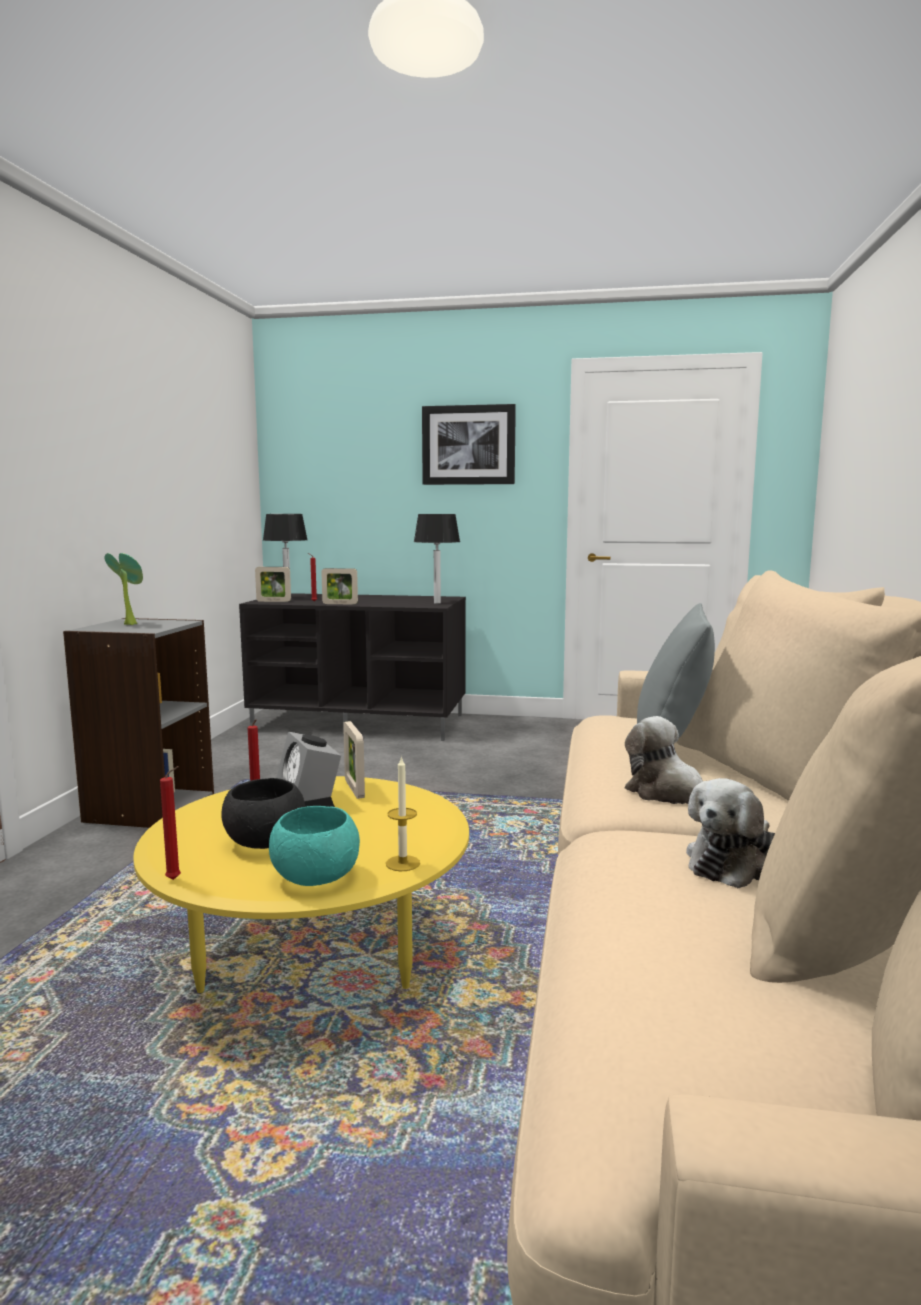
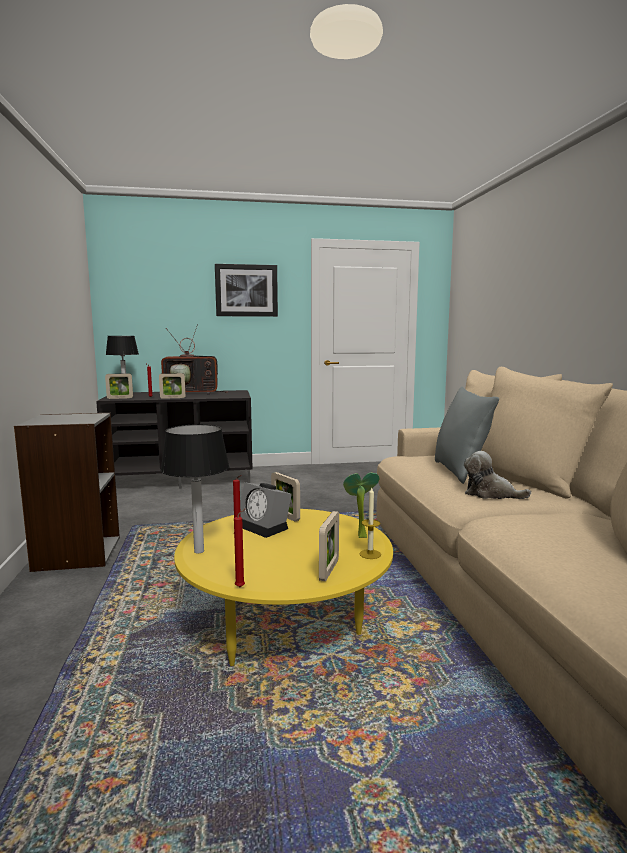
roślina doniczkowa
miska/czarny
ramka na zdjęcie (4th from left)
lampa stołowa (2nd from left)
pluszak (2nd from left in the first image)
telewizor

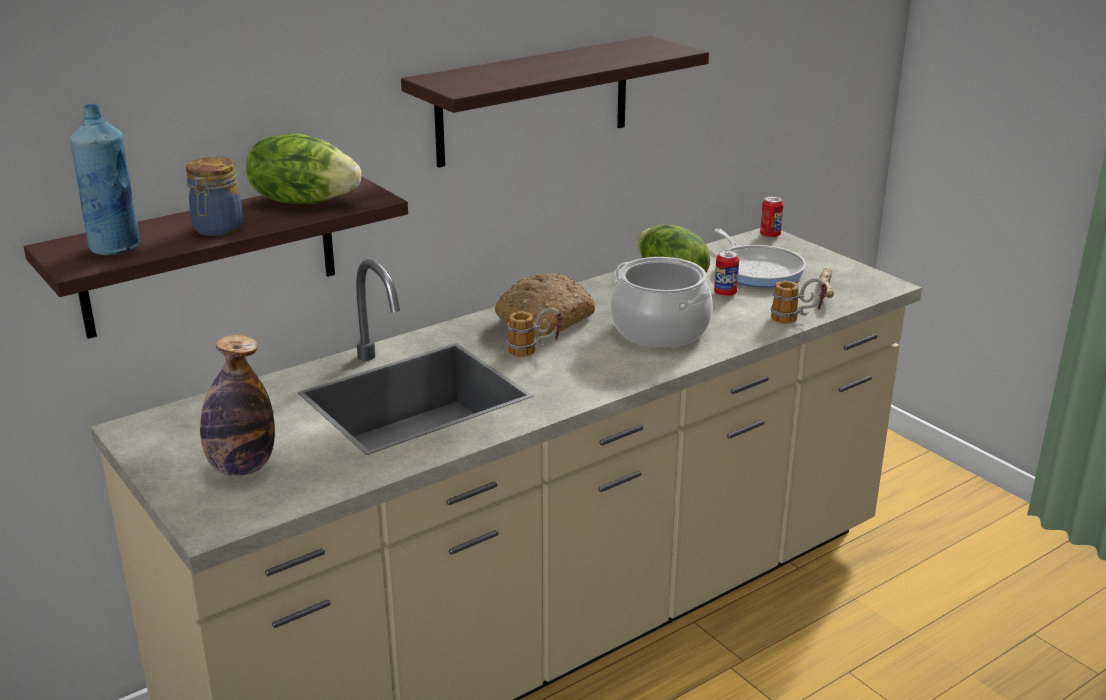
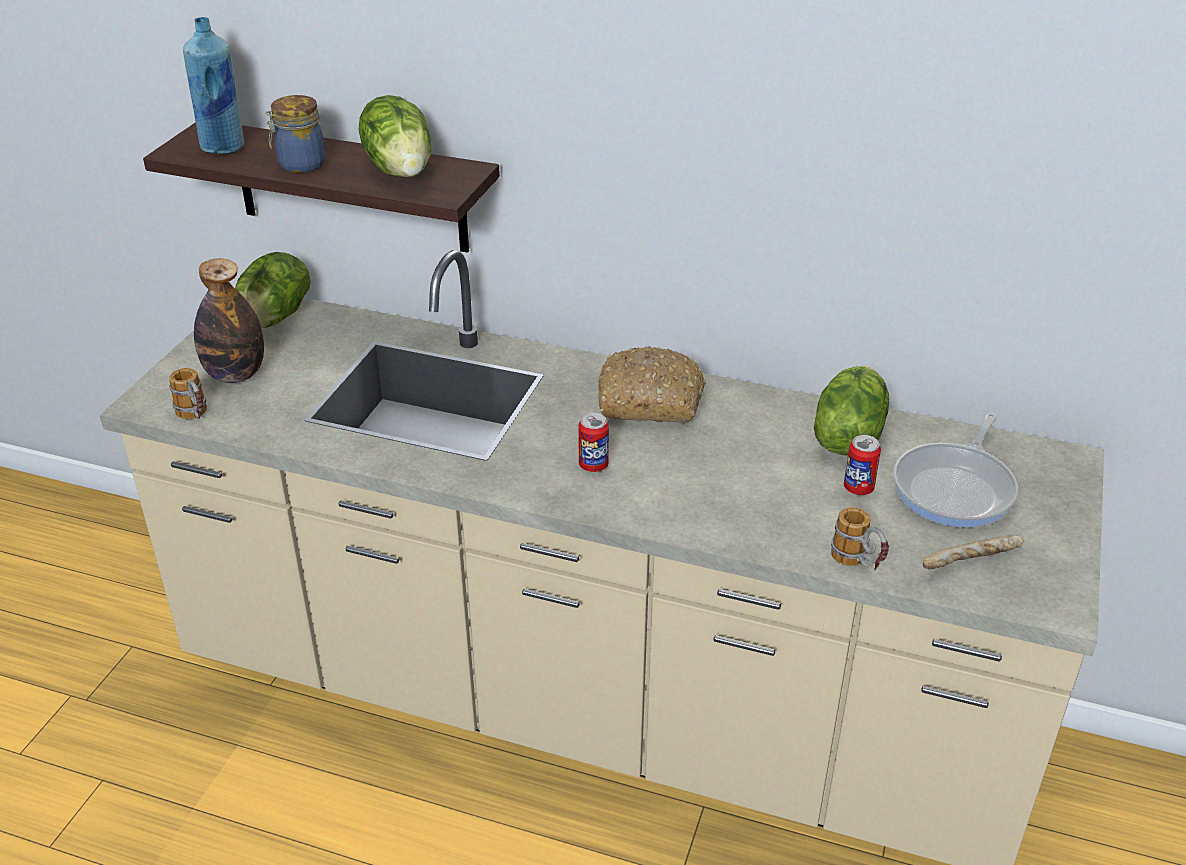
półka (2nd from left in the first image)
kubek (1st from left)
garnek
puszka (1st from left)
sałata (1st from left)

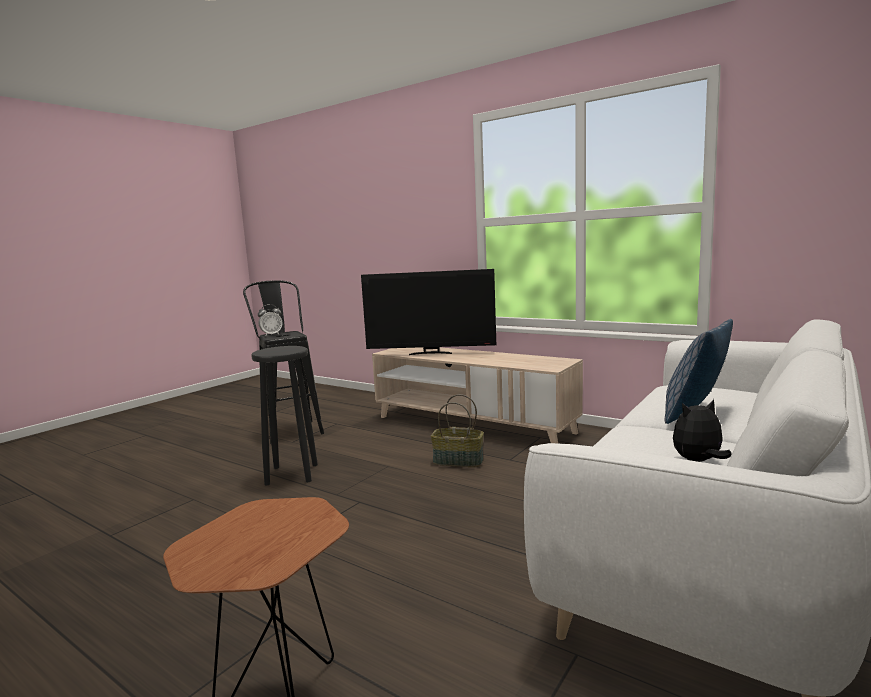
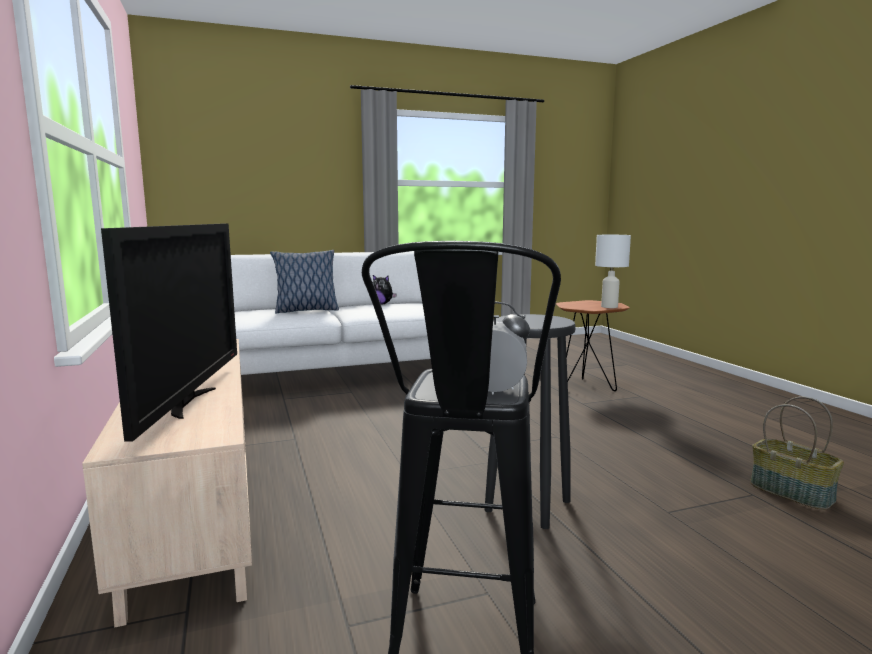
telewizor
koszyk
lampa stołowa/biały

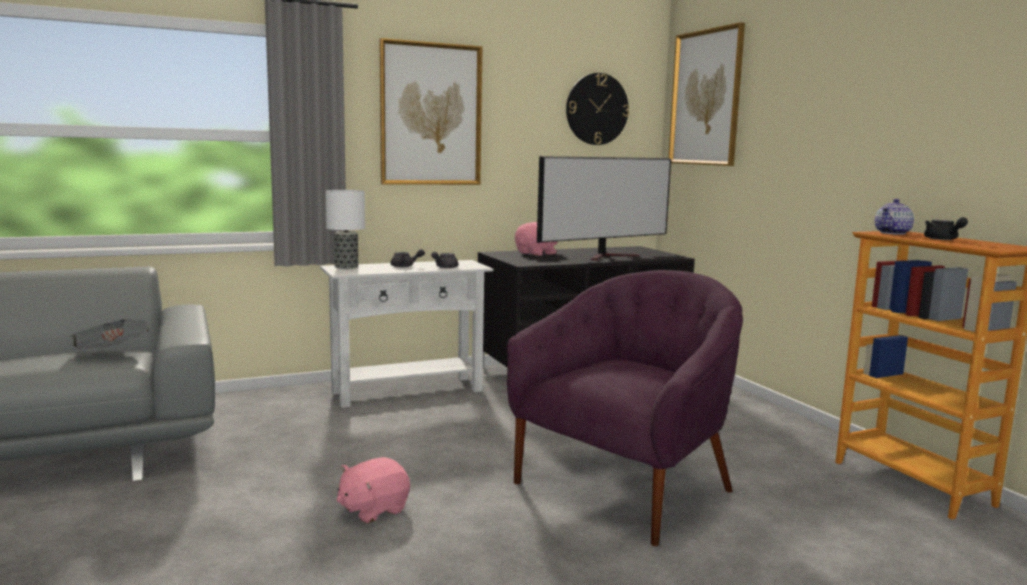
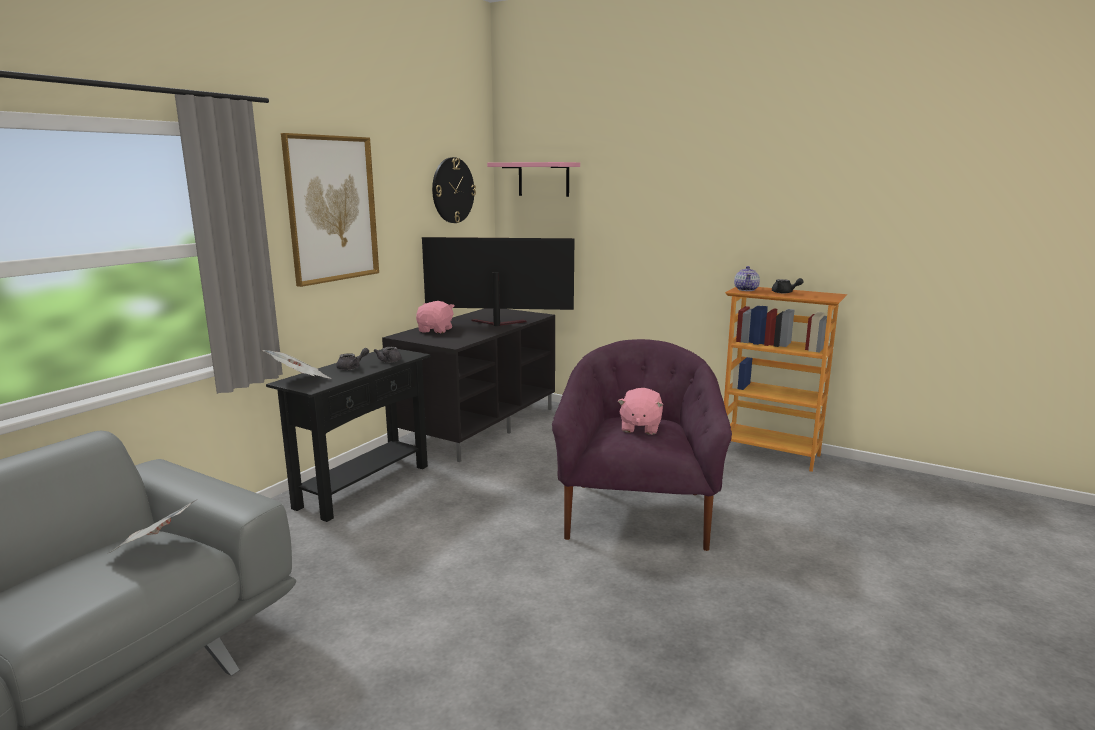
stolik konsolowy/czarny
gazeta (2nd from left)
pluszak/różowy (2nd from left)
telewizor
półka/różowy

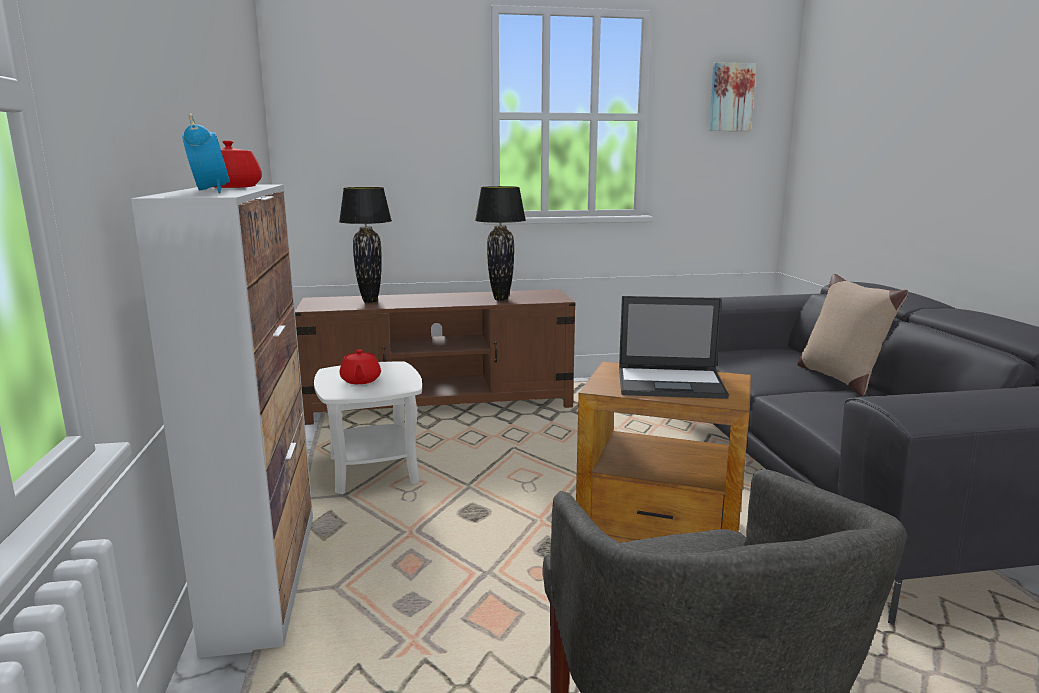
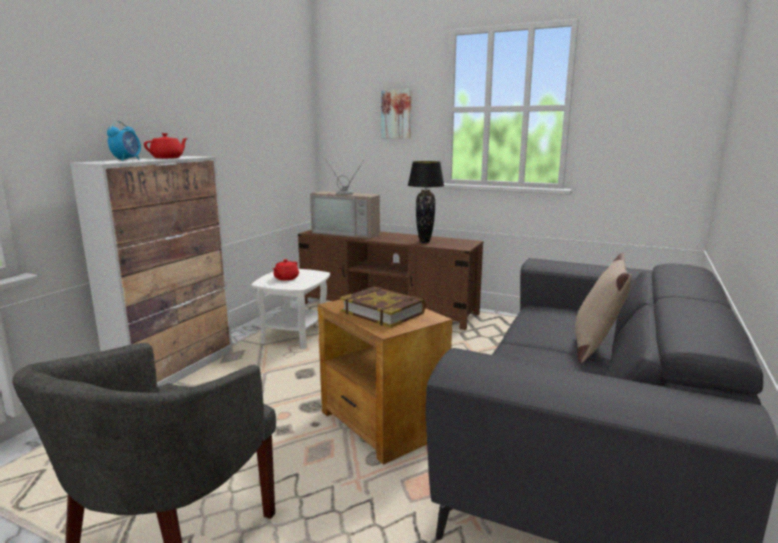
telewizor
książka
obraz

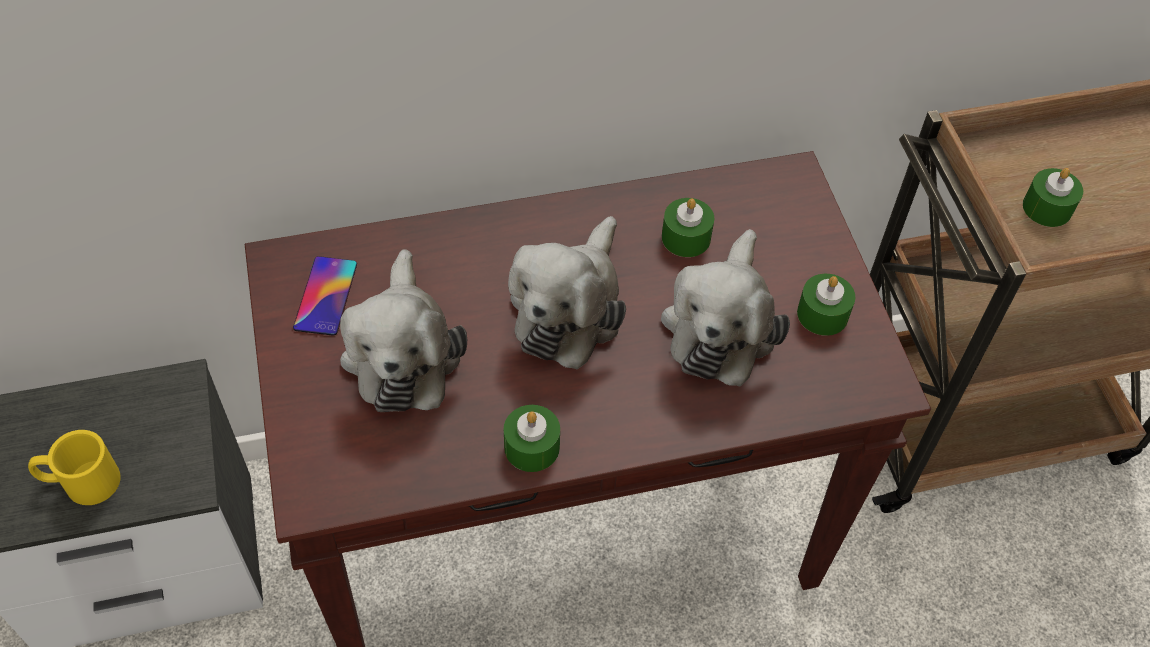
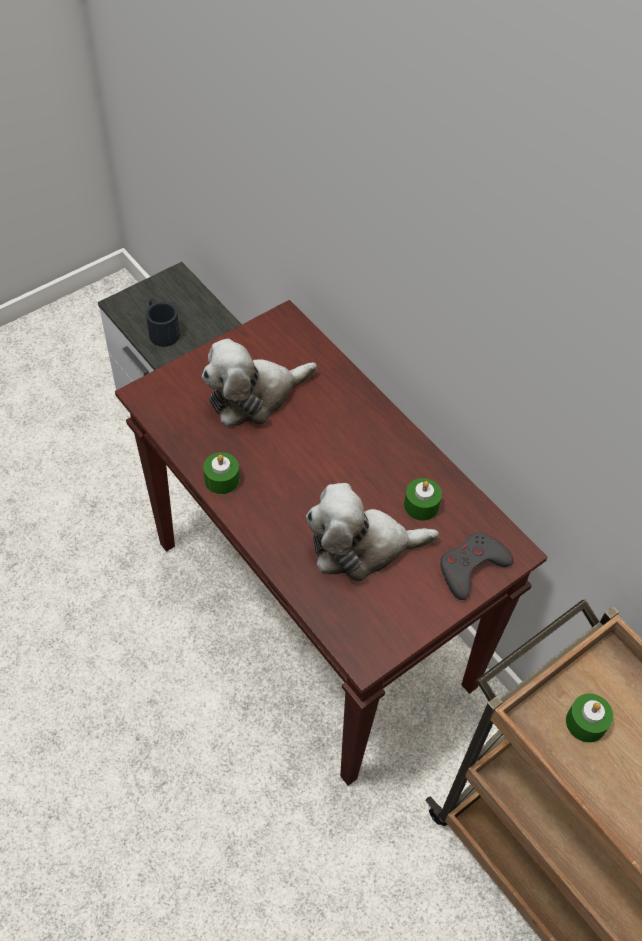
kubek/czarny
telefon
pluszak (2nd from left in the first image)
świeca/zielony (3rd from left in the first image)
pad do gier/szary

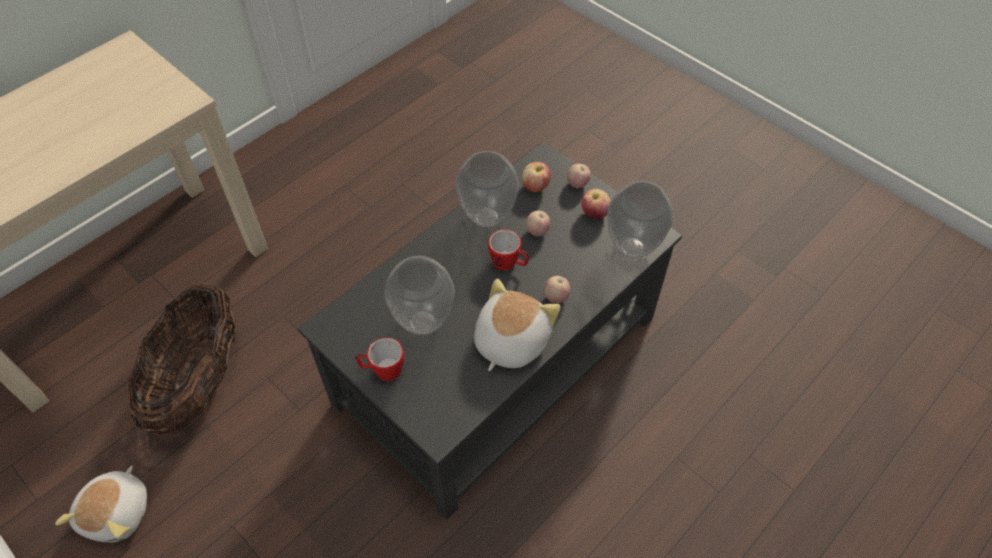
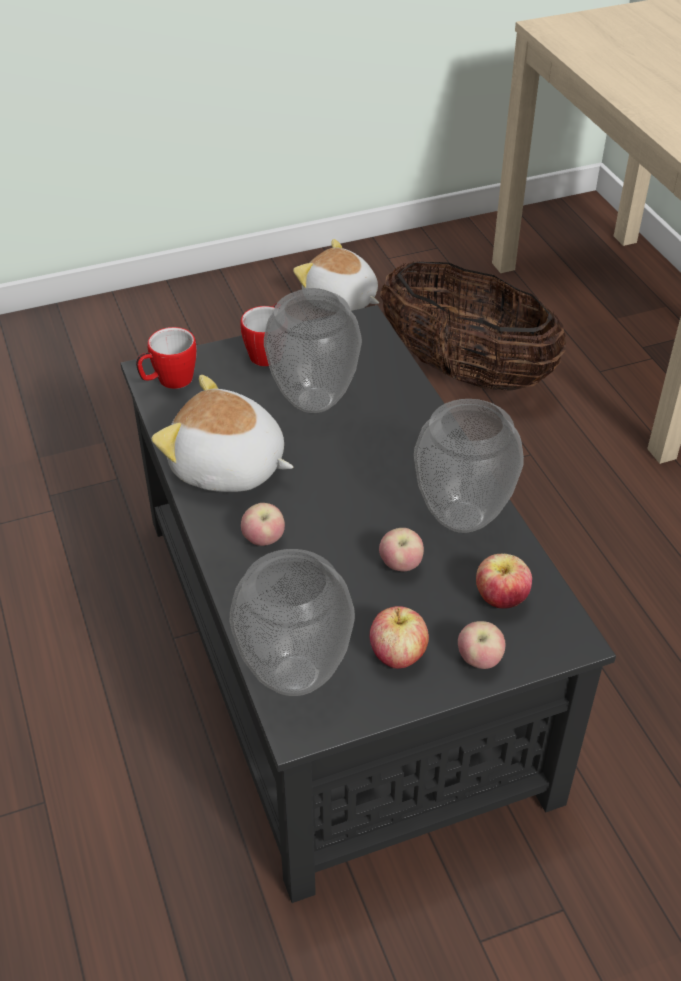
pluszak (1st from left)
kubek (1st from left)

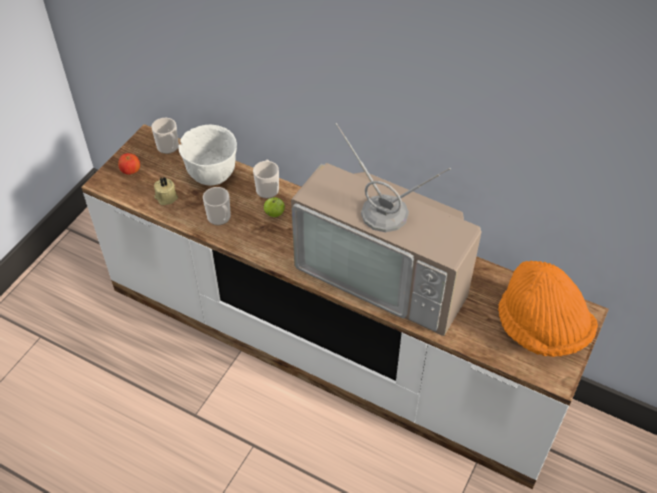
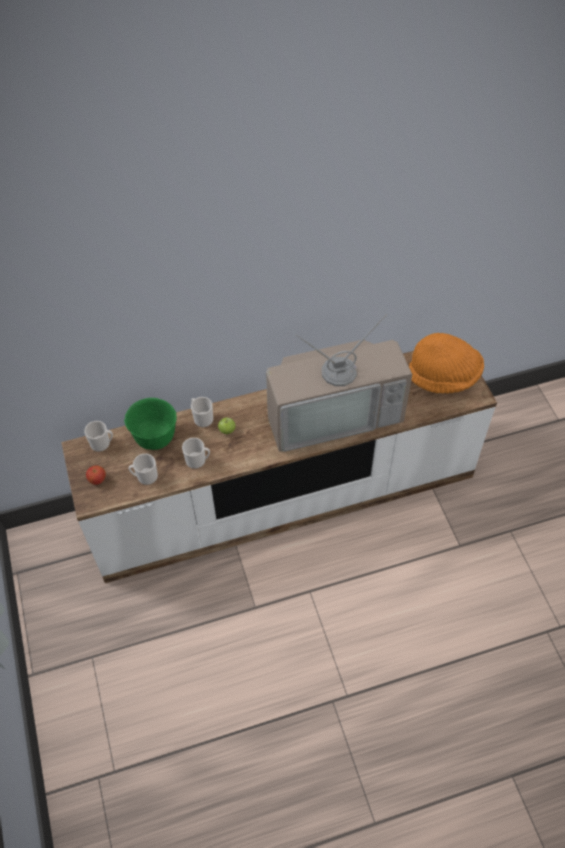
kubek (2nd from left)
miska/zielony

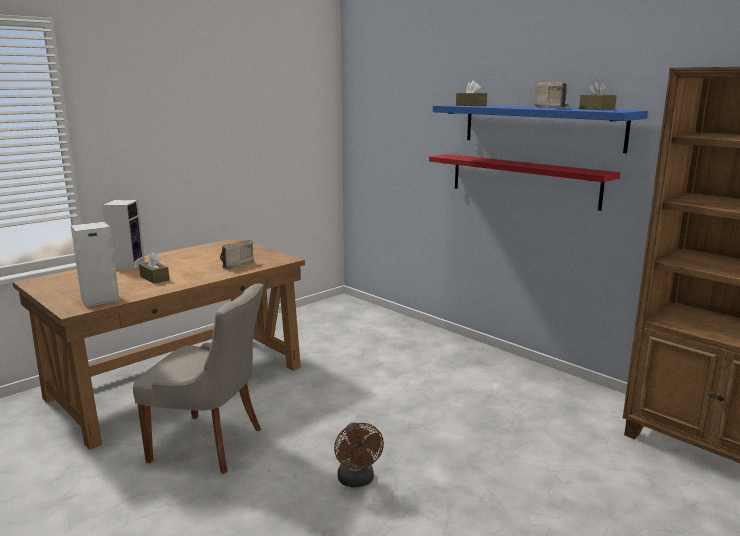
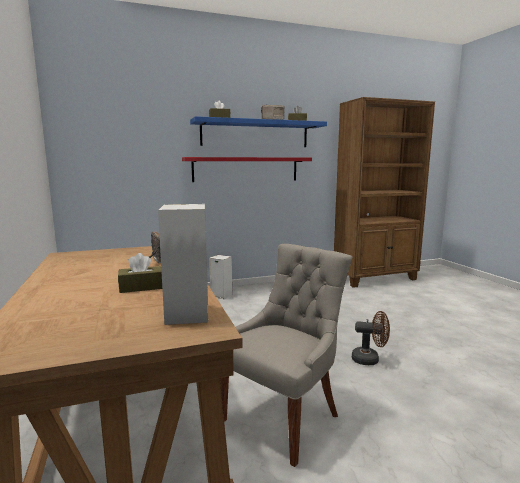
głośnik (2nd from left)

